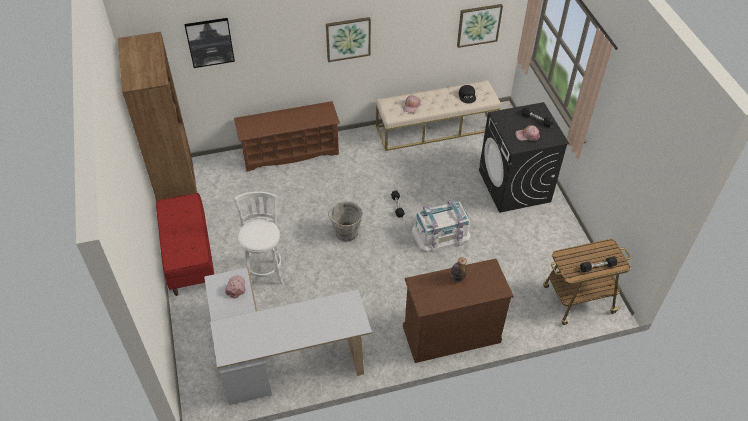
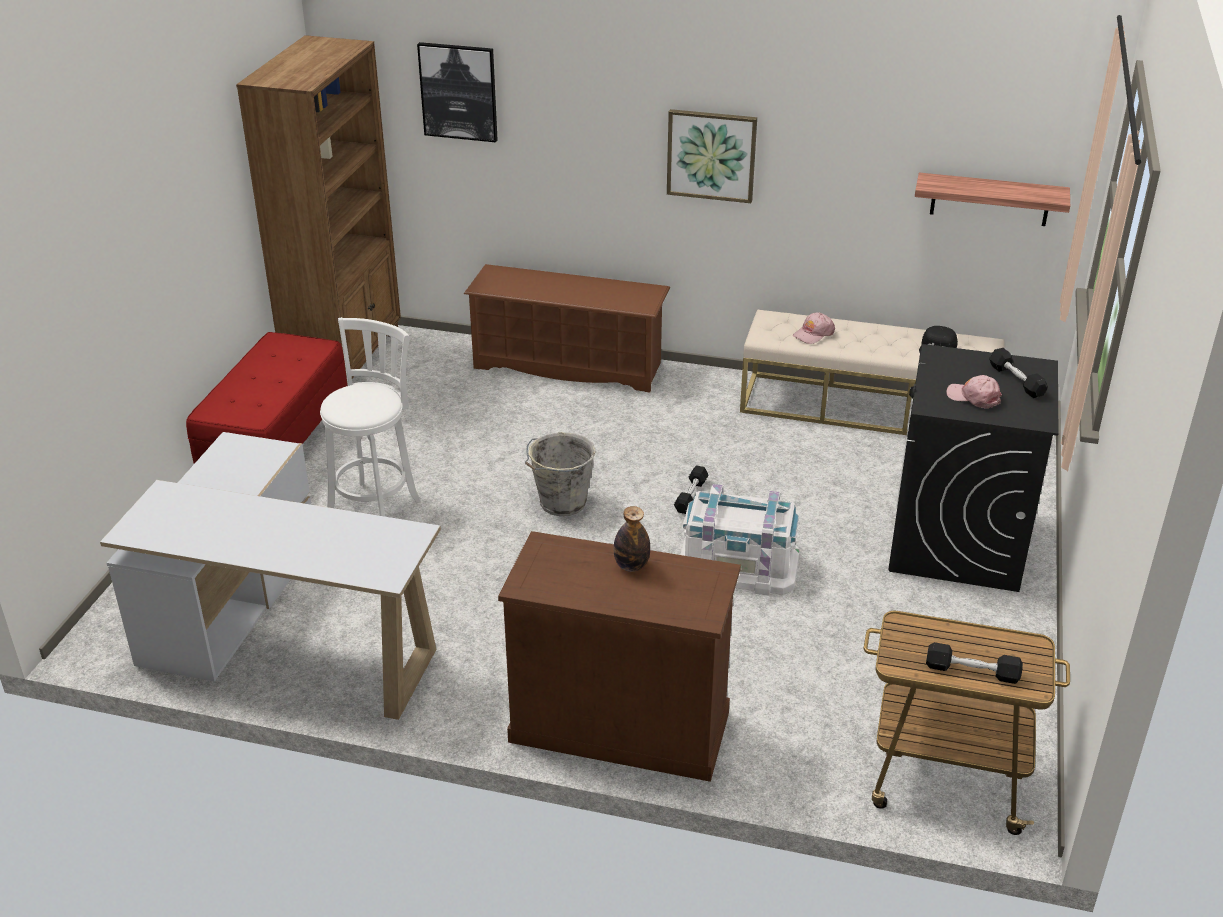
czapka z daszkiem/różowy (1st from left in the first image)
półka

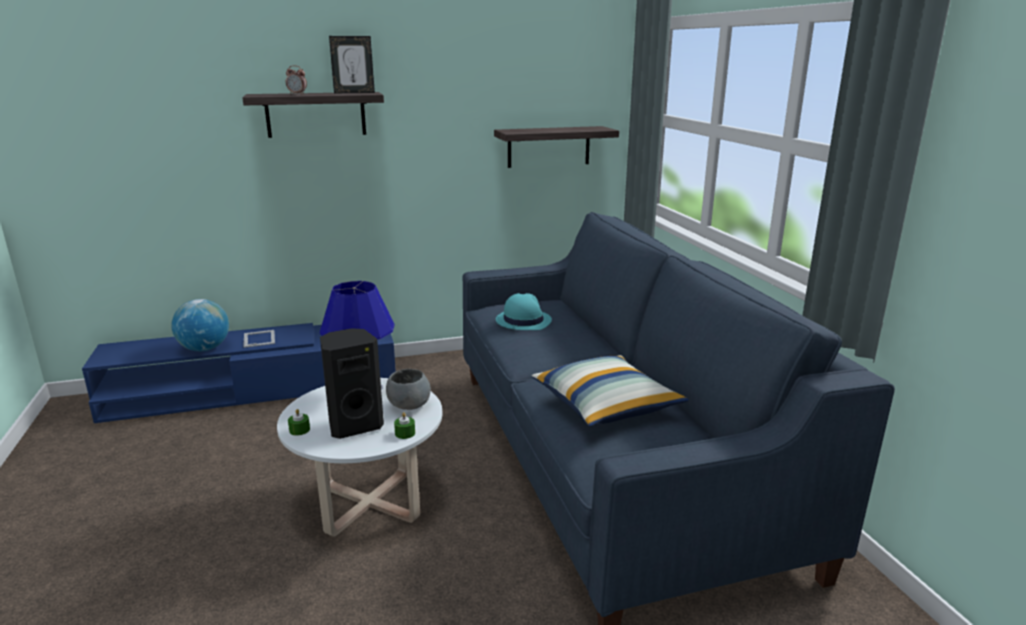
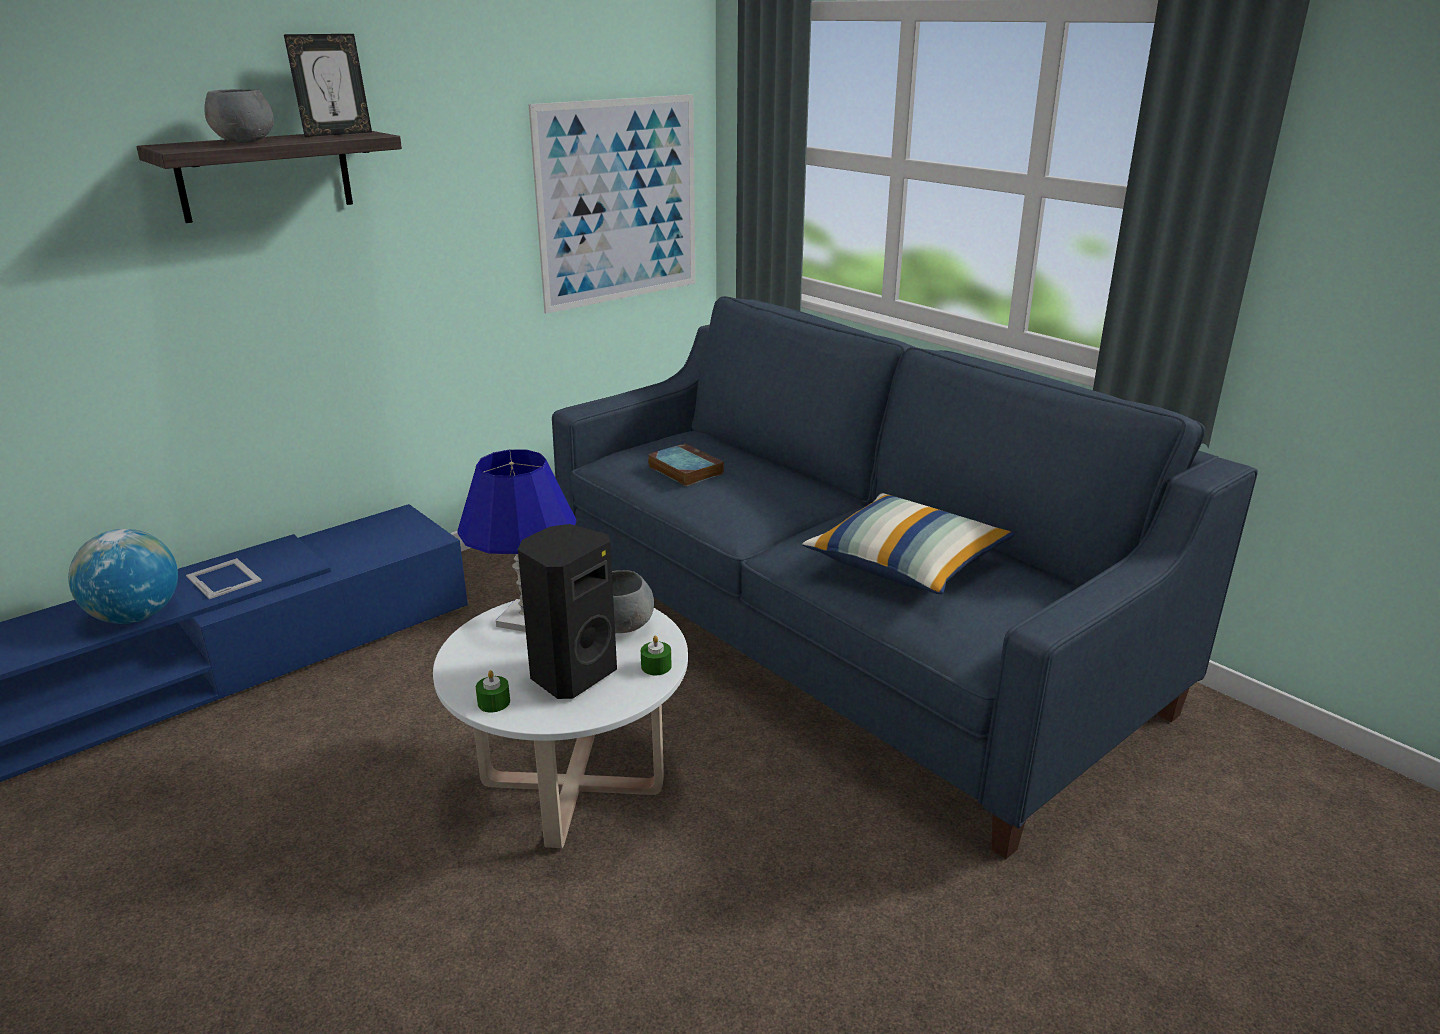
miska/szary (1st from left)
obraz
książka

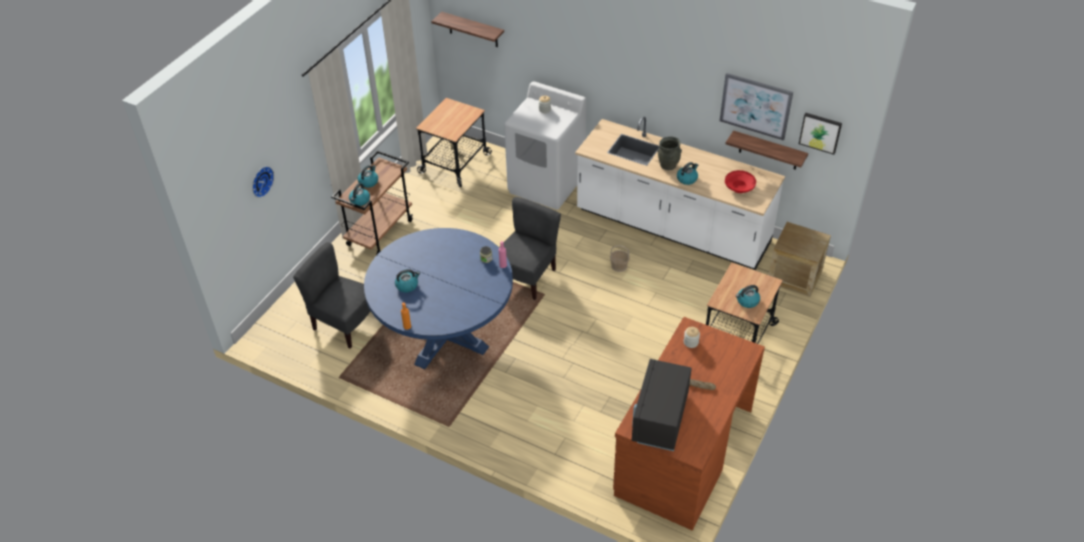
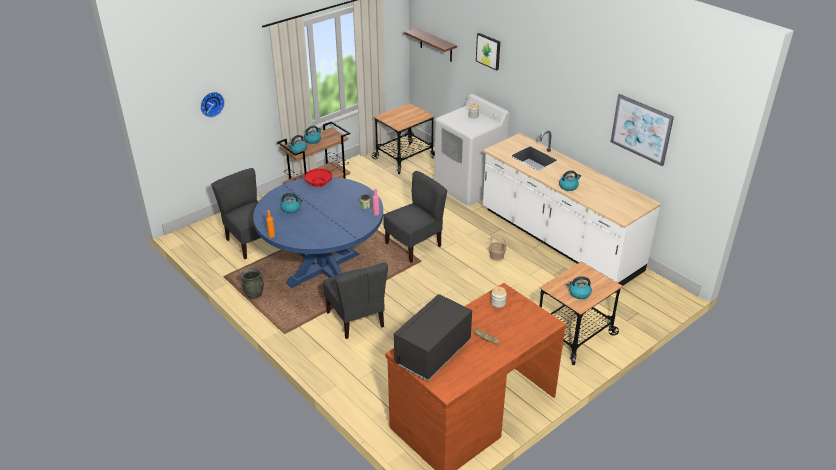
wazon/szary
miska/czerwony
półka (2nd from left in the first image)
skrzynka
obraz (1st from left)
krzesło/szary (2nd from left)

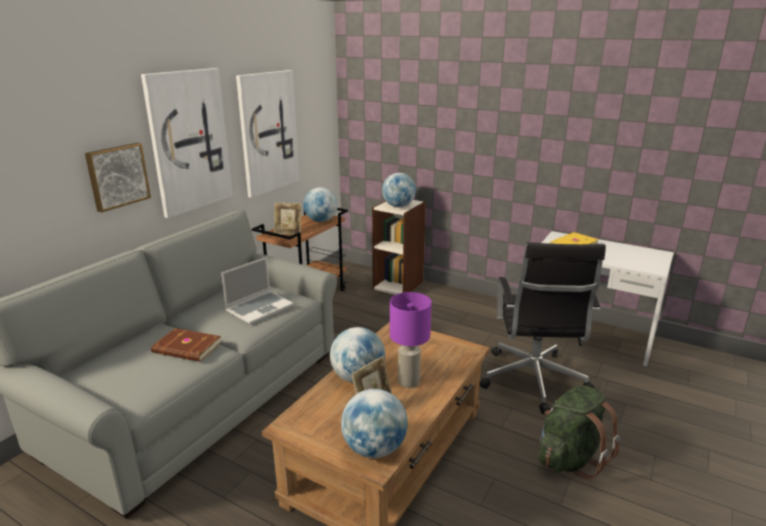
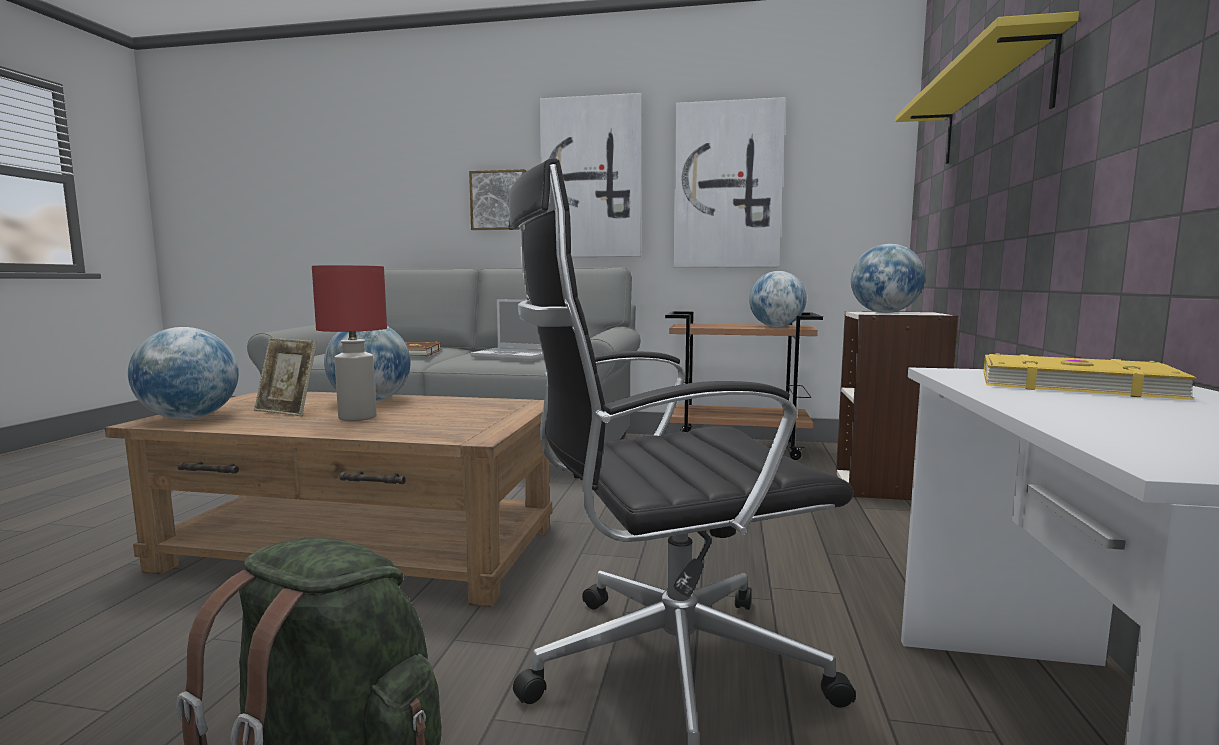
ramka na zdjęcie (1st from left in the first image)
lampa stołowa/czerwony
półka/żółty

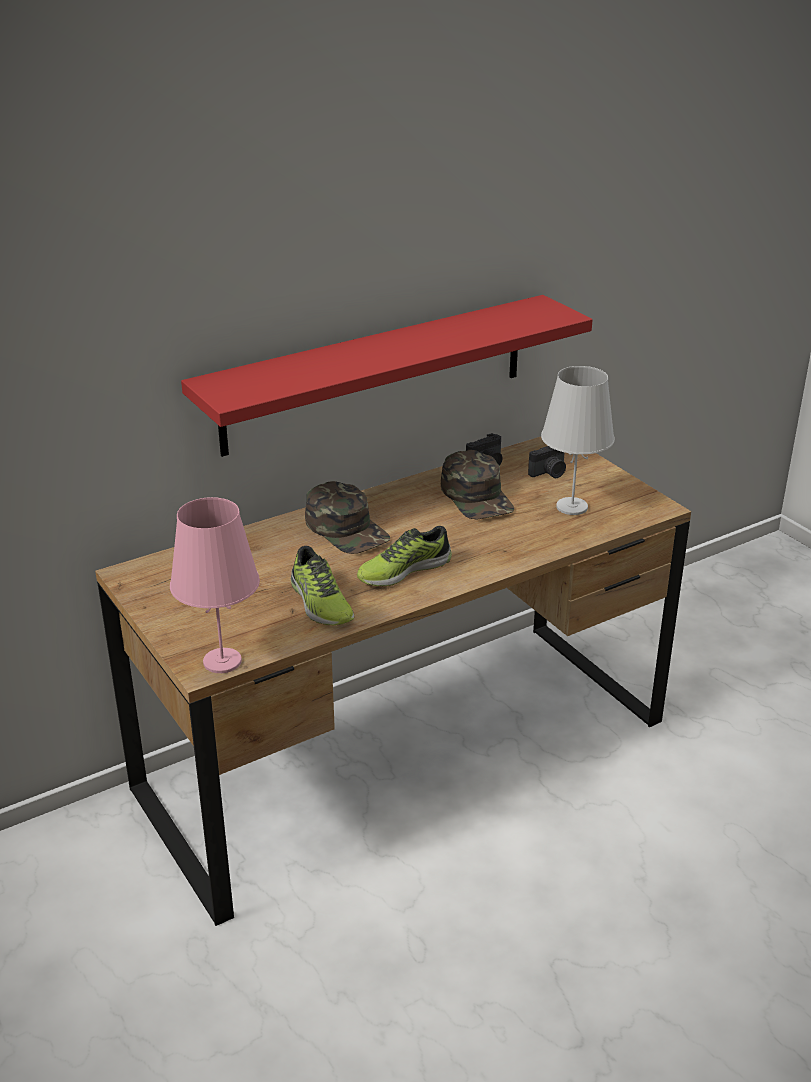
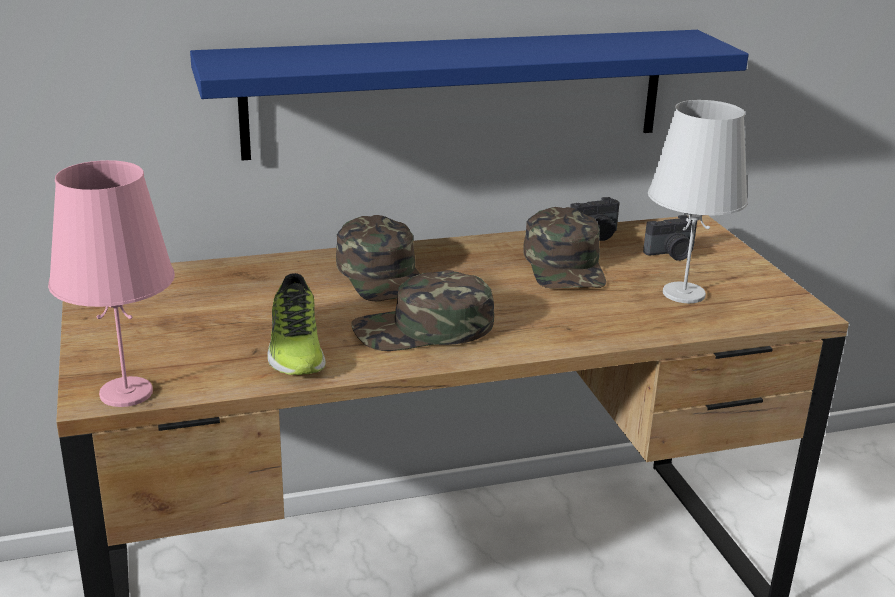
półka/niebieski
czapka z daszkiem/zielony (2nd from left)

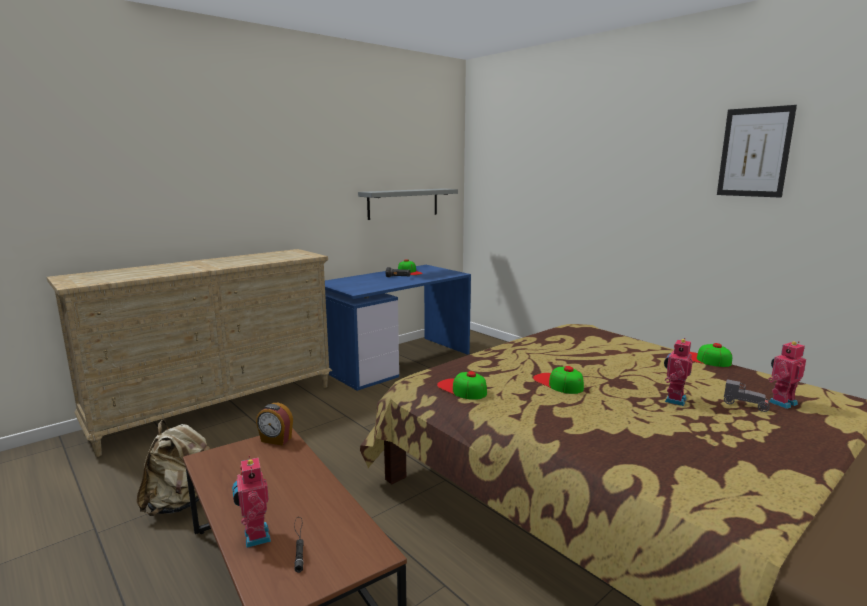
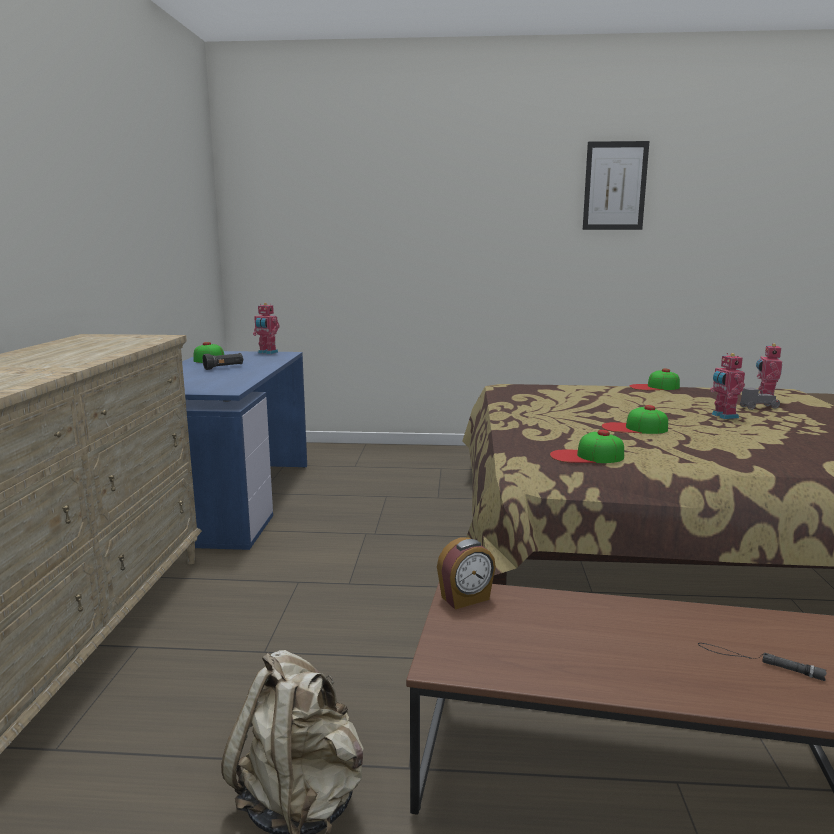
robot zabawkowy (1st from left)
półka/szary

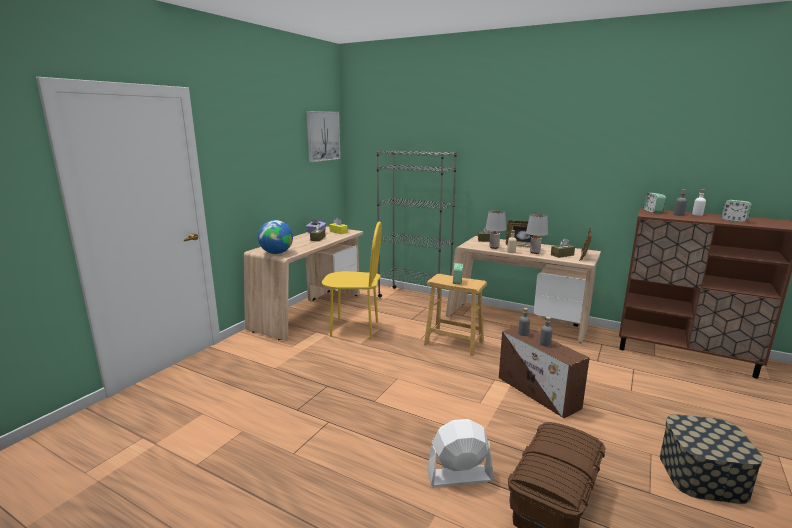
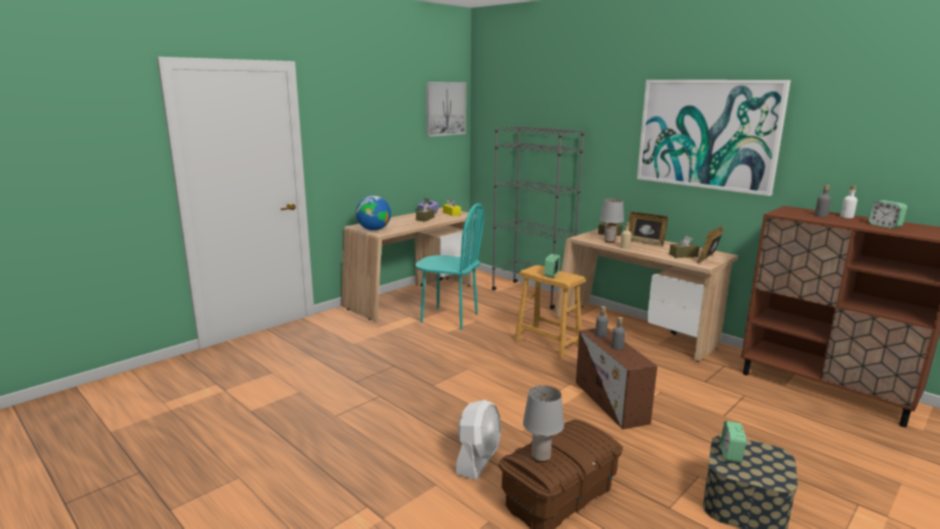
krzesło/turkusowy
wentylator/biały
lampa stołowa/szary (1st from left)
budzik (2nd from left)
obraz (2nd from left)

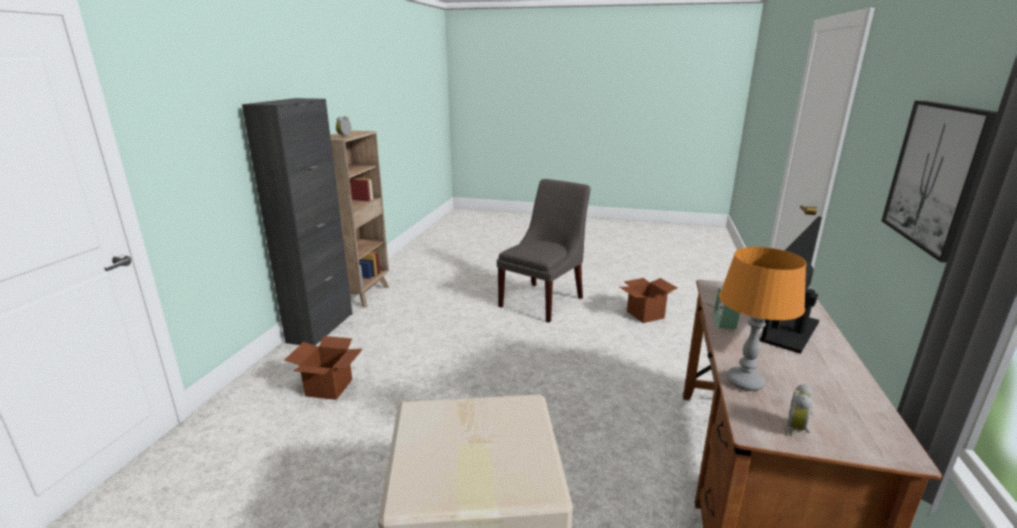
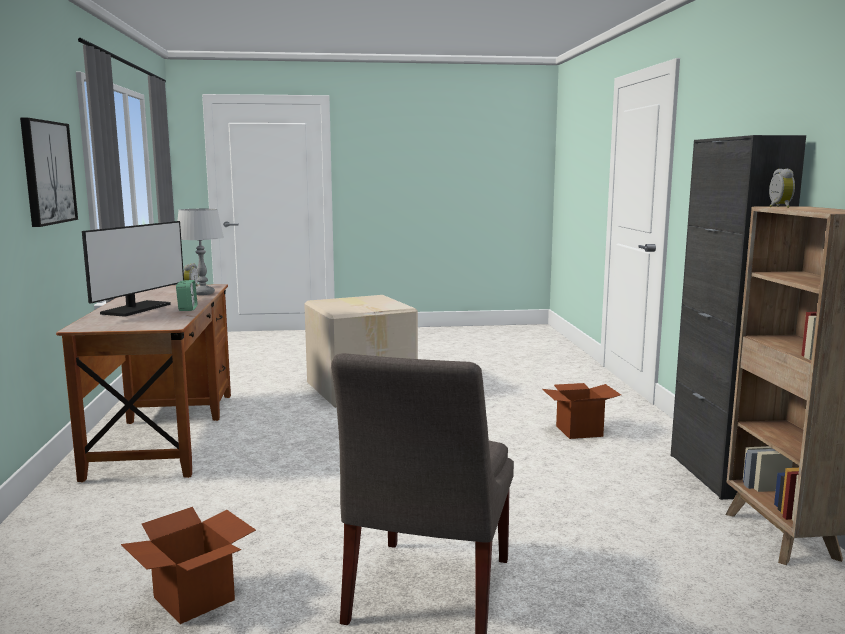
lampa stołowa/szary

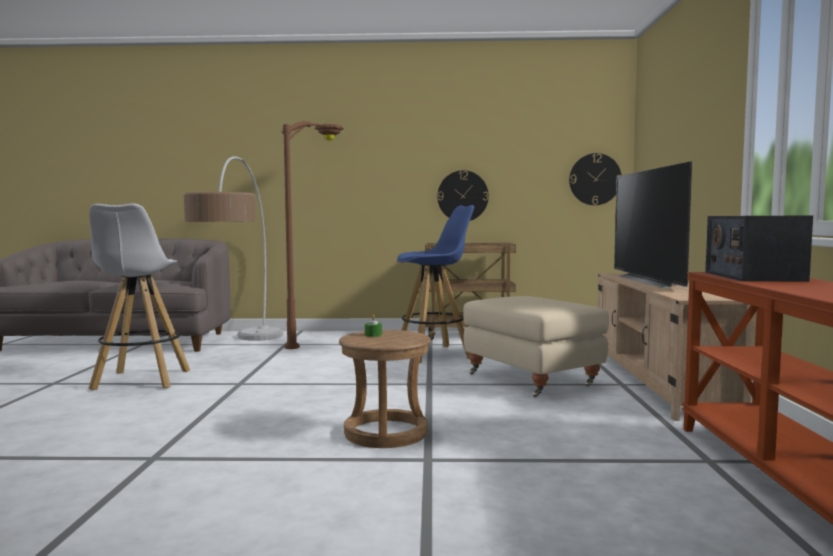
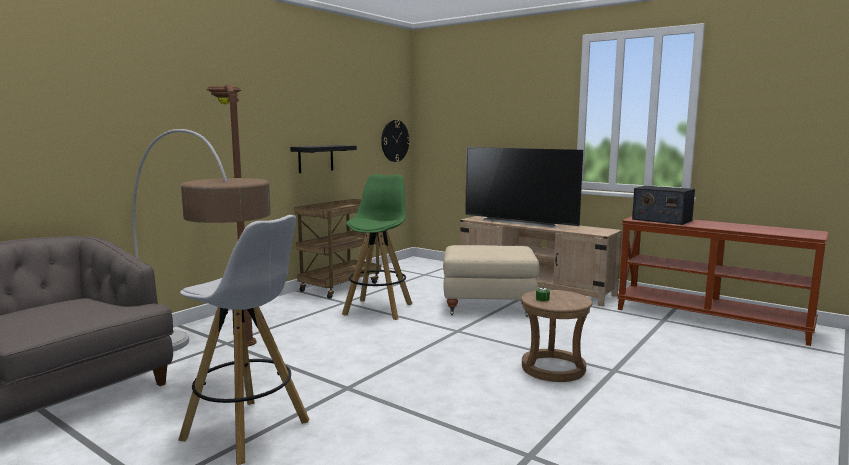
stołek/zielony
półka/czarny

